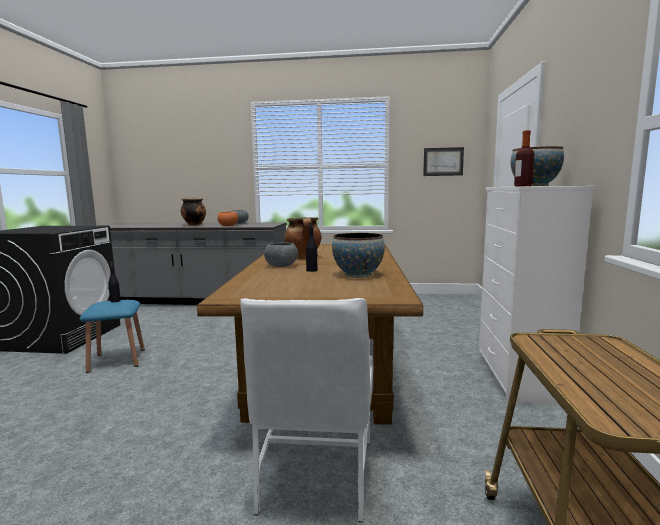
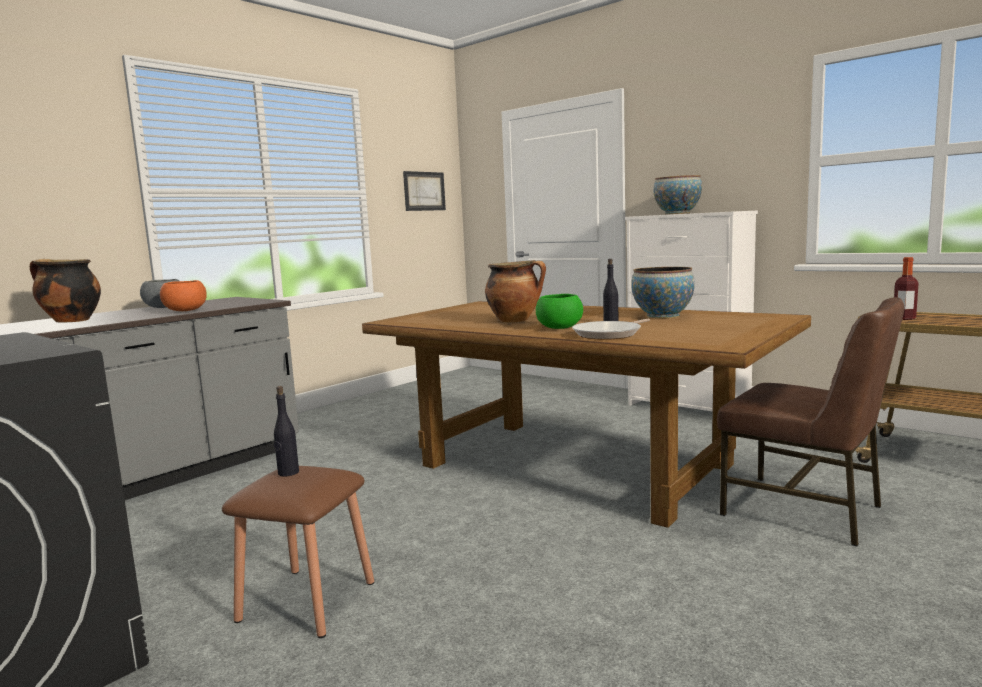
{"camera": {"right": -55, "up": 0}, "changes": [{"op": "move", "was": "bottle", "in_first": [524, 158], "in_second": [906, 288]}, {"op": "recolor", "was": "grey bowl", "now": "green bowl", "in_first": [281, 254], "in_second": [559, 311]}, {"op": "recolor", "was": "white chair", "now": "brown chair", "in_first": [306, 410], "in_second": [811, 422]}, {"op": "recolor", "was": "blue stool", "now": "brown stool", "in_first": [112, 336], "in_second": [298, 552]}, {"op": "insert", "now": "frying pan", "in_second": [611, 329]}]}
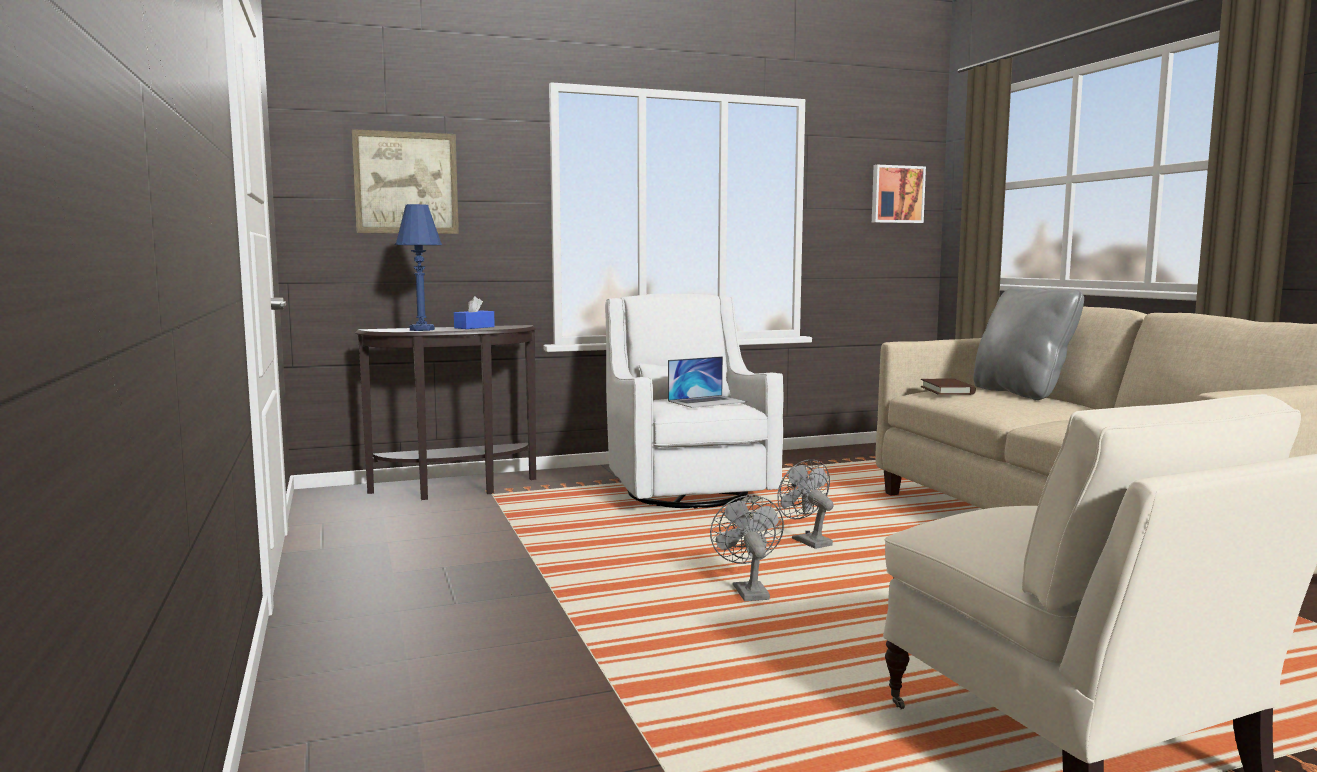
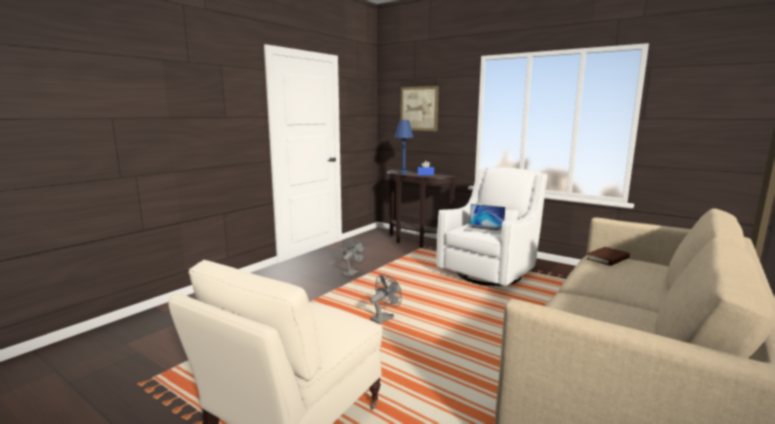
{"camera": {"right": 55, "up": 5}, "changes": [{"op": "delete", "was": "picture", "in_first": [899, 194]}, {"op": "delete", "was": "grey pillow", "in_first": [1028, 343]}, {"op": "move", "was": "grey fan", "in_first": [805, 504], "in_second": [354, 257]}]}
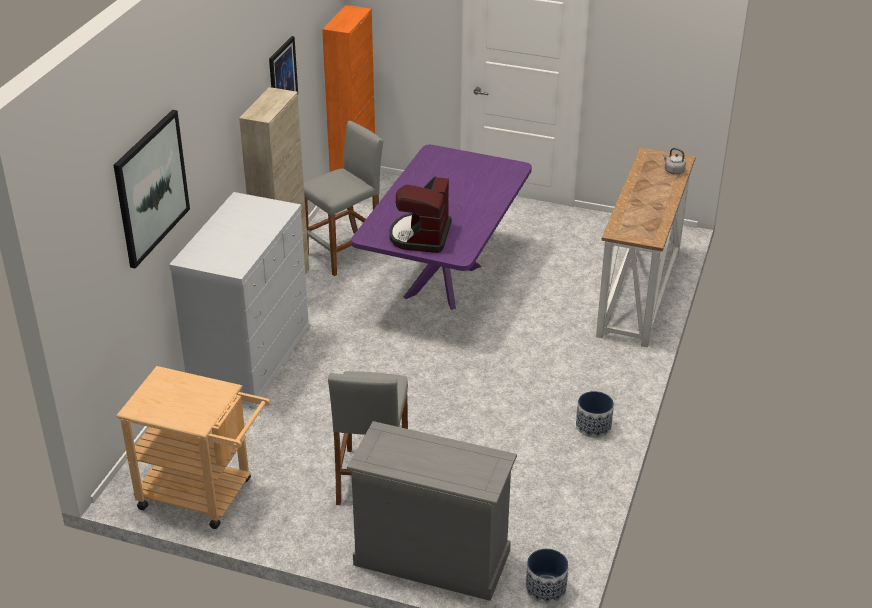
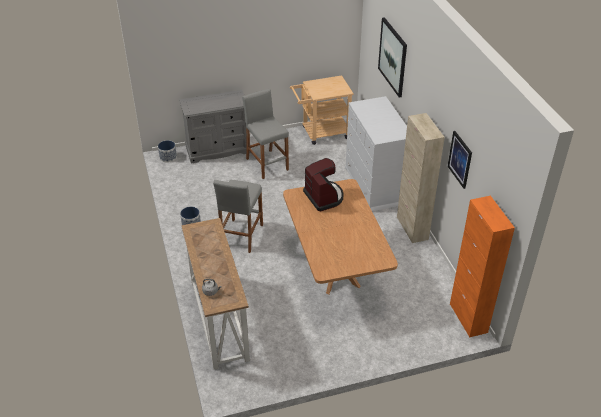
{"camera": {"right": 145, "up": 5}, "changes": [{"op": "move", "was": "grey stool", "in_first": [343, 198], "in_second": [238, 216]}, {"op": "recolor", "was": "purple dining table", "now": "brown dining table", "in_first": [441, 227], "in_second": [340, 236]}]}
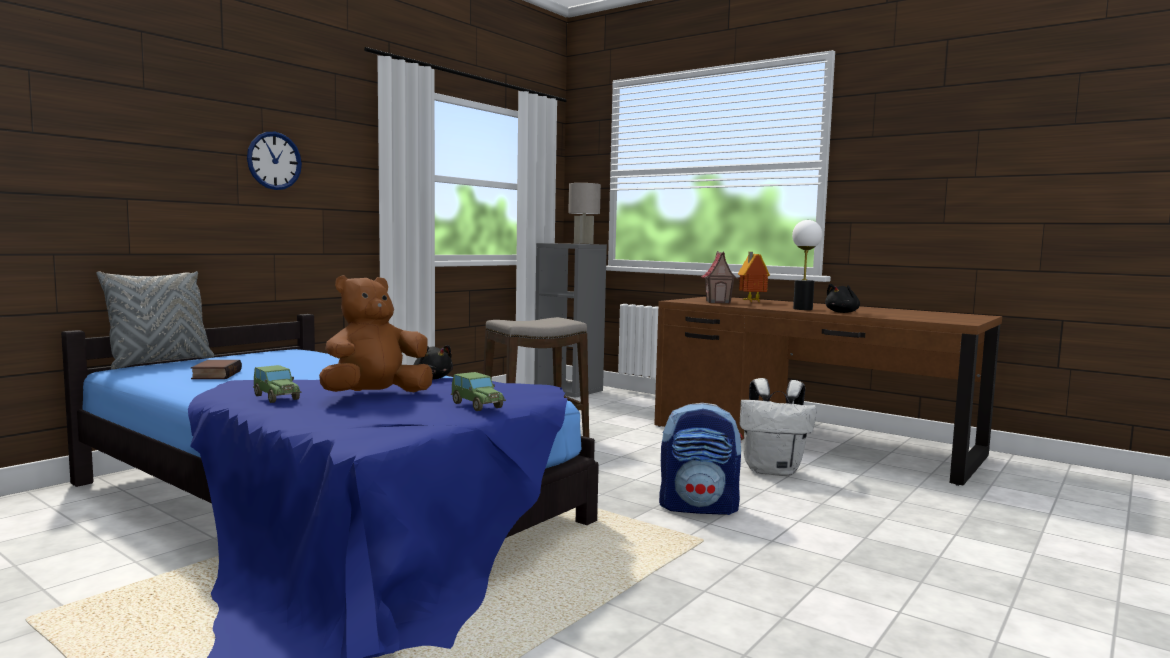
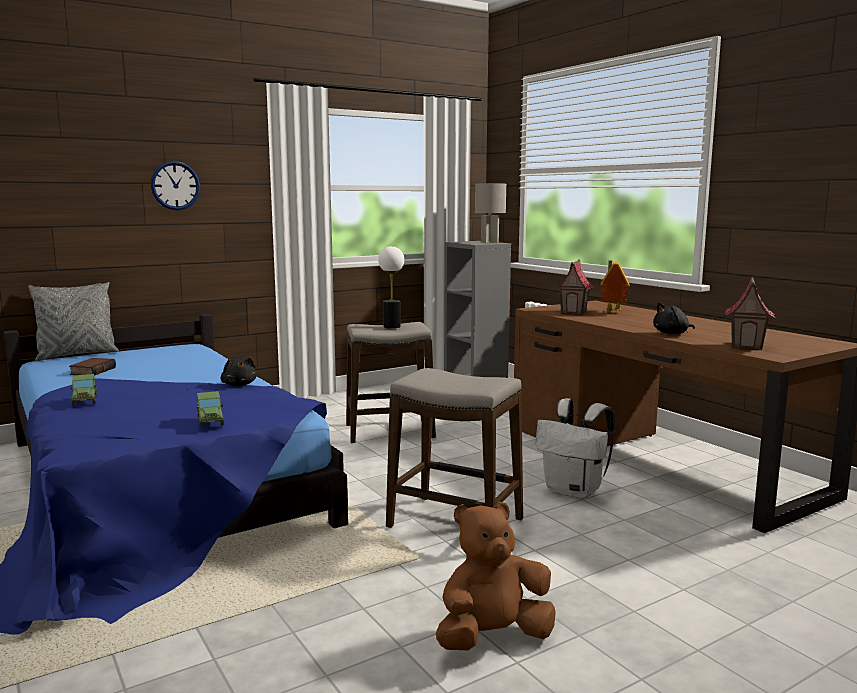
{"camera": {"right": 20, "up": 5}, "changes": [{"op": "move", "was": "table lamp", "in_first": [807, 265], "in_second": [391, 287]}, {"op": "move", "was": "brown plush toy", "in_first": [376, 333], "in_second": [496, 575]}, {"op": "replace", "was": "backpack", "now": "stool", "in_first": [701, 459], "in_second": [454, 448]}, {"op": "insert", "now": "toy house", "in_second": [749, 313]}]}
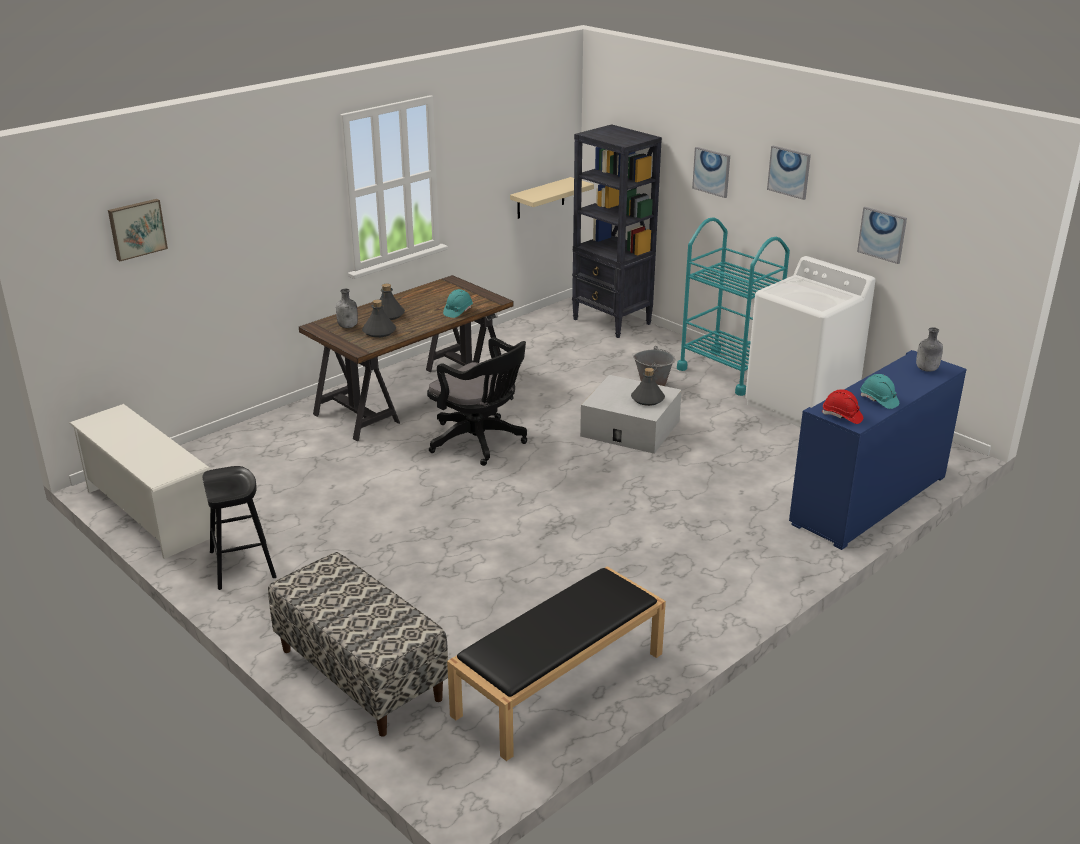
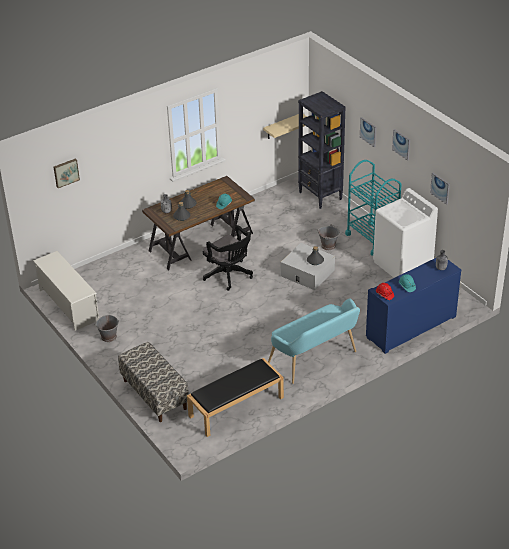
{"camera": {"right": 10, "up": 10}, "changes": [{"op": "replace", "was": "black stool", "now": "grey bucket", "in_first": [240, 528], "in_second": [107, 328]}, {"op": "insert", "now": "turquoise bench", "in_second": [314, 341]}]}
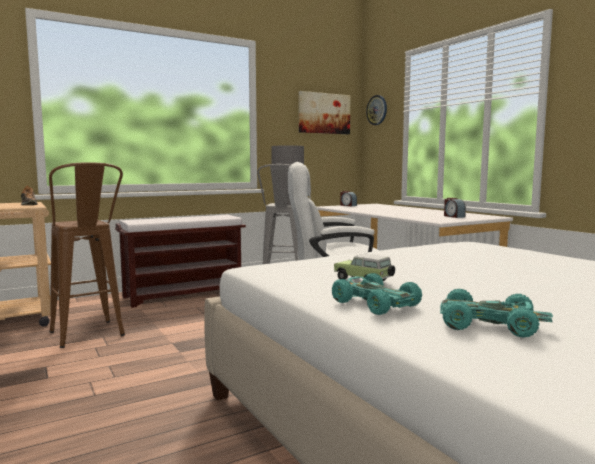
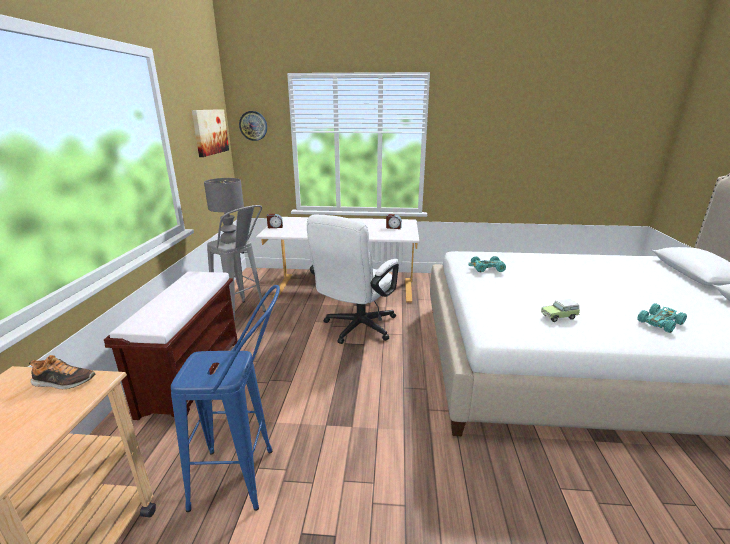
{"camera": {"right": -55, "up": 15}, "changes": [{"op": "recolor", "was": "brown stool", "now": "blue stool", "in_first": [87, 255], "in_second": [225, 398]}, {"op": "move", "was": "turquoise toy car", "in_first": [377, 294], "in_second": [487, 264]}]}
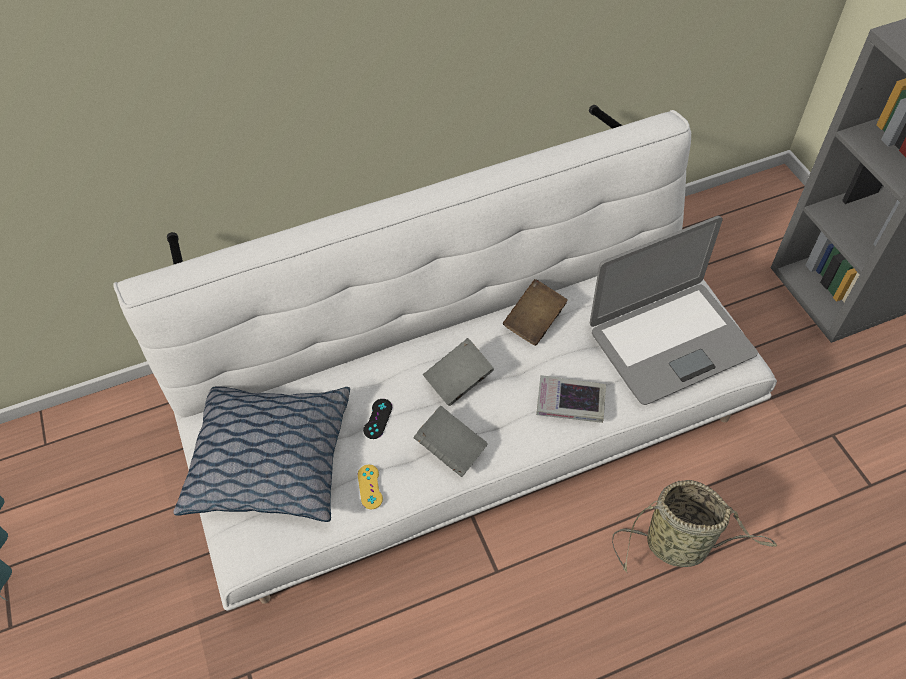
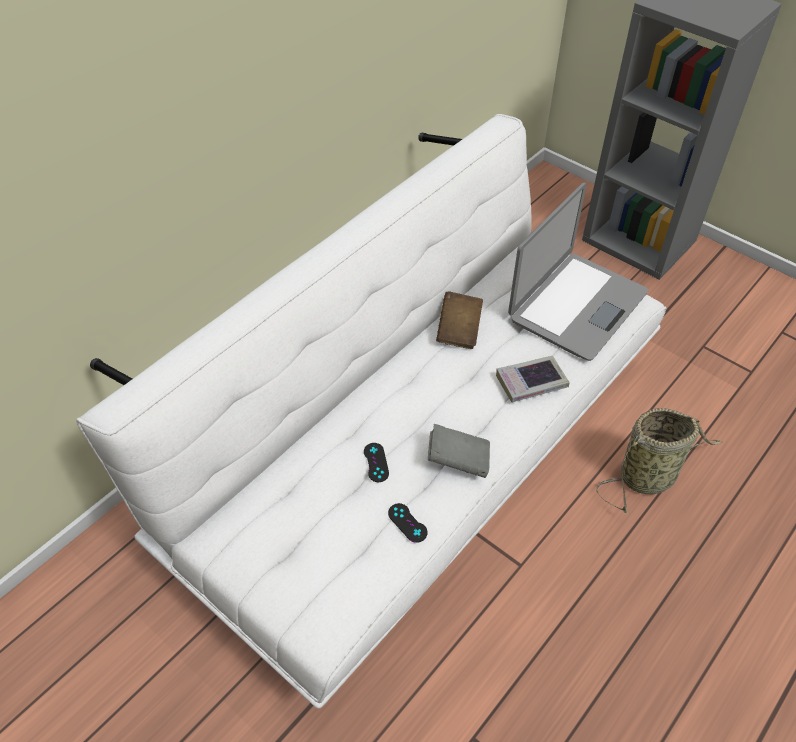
{"camera": {"right": -30, "up": -5}, "changes": [{"op": "delete", "was": "grey book", "in_first": [458, 372]}, {"op": "delete", "was": "pillow", "in_first": [261, 454]}, {"op": "recolor", "was": "yellow game controller", "now": "black game controller", "in_first": [370, 487], "in_second": [407, 523]}]}
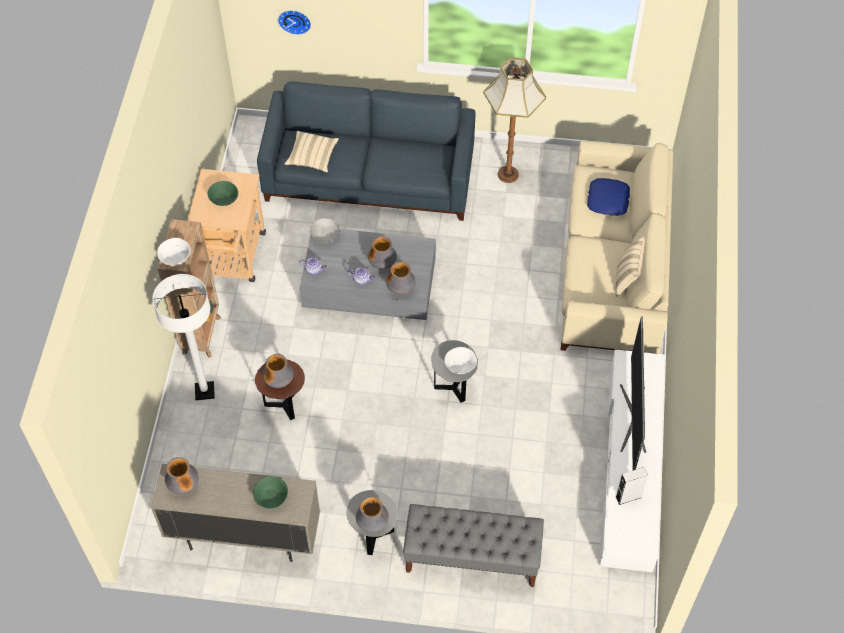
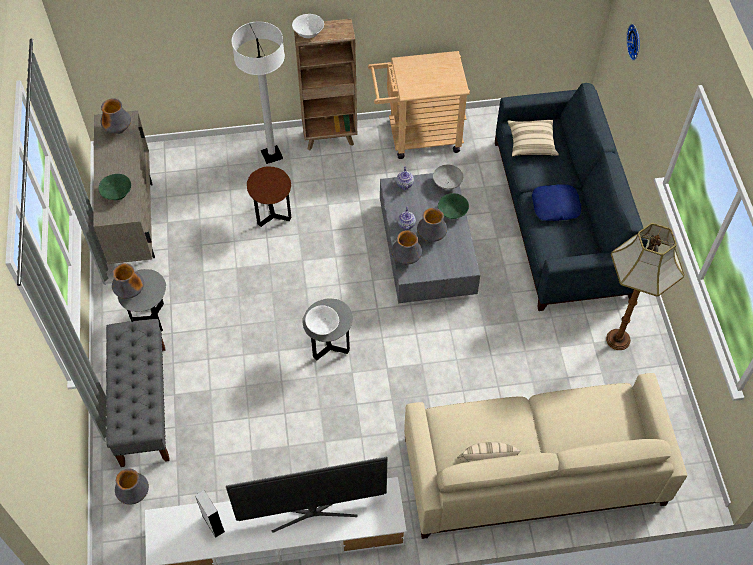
{"camera": {"right": 75, "up": 0}, "changes": [{"op": "move", "was": "blue pillow", "in_first": [608, 197], "in_second": [556, 202]}, {"op": "move", "was": "green bowl", "in_first": [222, 193], "in_second": [453, 206]}, {"op": "move", "was": "vase", "in_first": [278, 371], "in_second": [132, 486]}]}
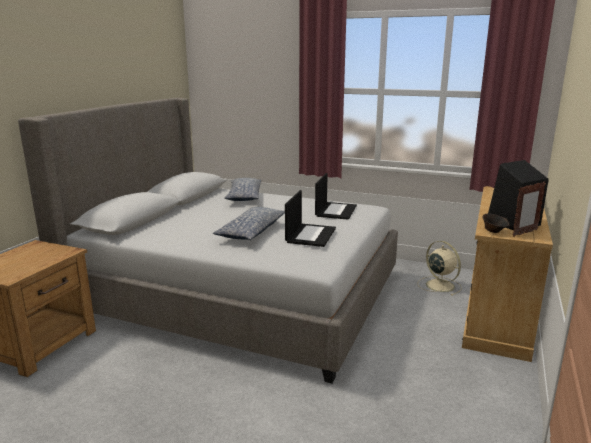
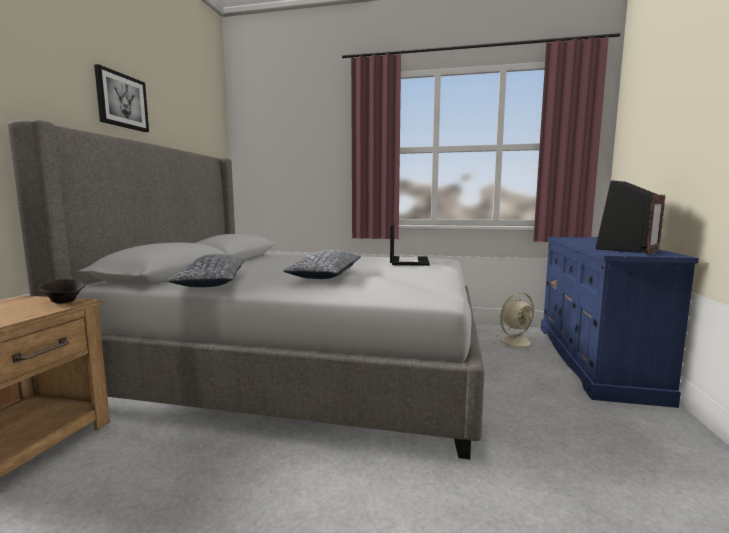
{"camera": {"right": -10, "up": -10}, "changes": [{"op": "move", "was": "pillow", "in_first": [242, 189], "in_second": [205, 270]}, {"op": "recolor", "was": "beige dresser", "now": "blue dresser", "in_first": [507, 274], "in_second": [620, 322]}, {"op": "delete", "was": "laptop", "in_first": [310, 218]}, {"op": "move", "was": "brown bowl", "in_first": [495, 223], "in_second": [62, 291]}, {"op": "rotate", "was": "beige fan", "in_first": [439, 268], "in_second": [516, 320], "clockwise": 105}, {"op": "insert", "now": "picture", "in_second": [121, 98]}]}
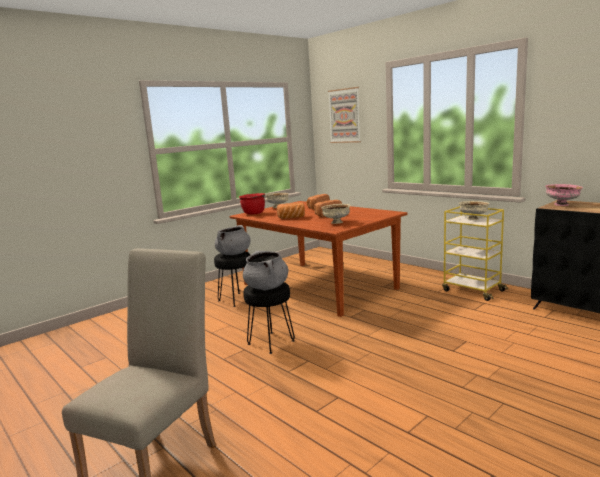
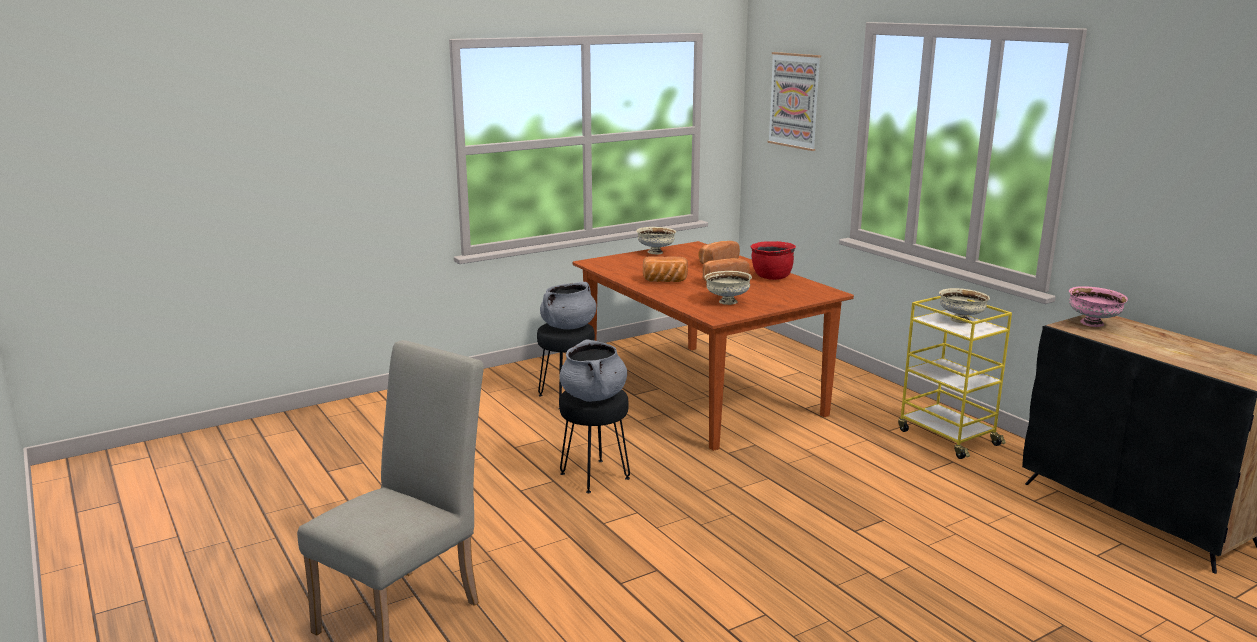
{"camera": {"right": 10, "up": 5}, "changes": [{"op": "move", "was": "red cooking pot", "in_first": [252, 203], "in_second": [773, 260]}]}
